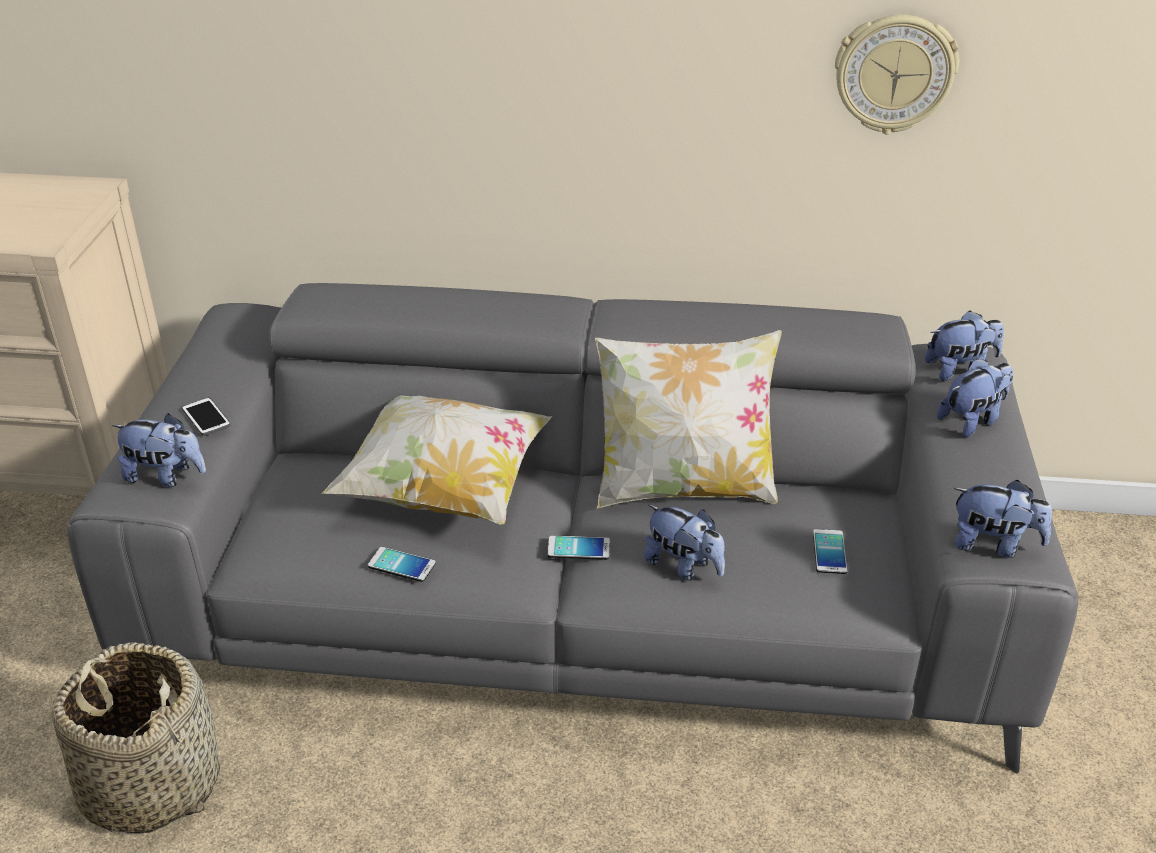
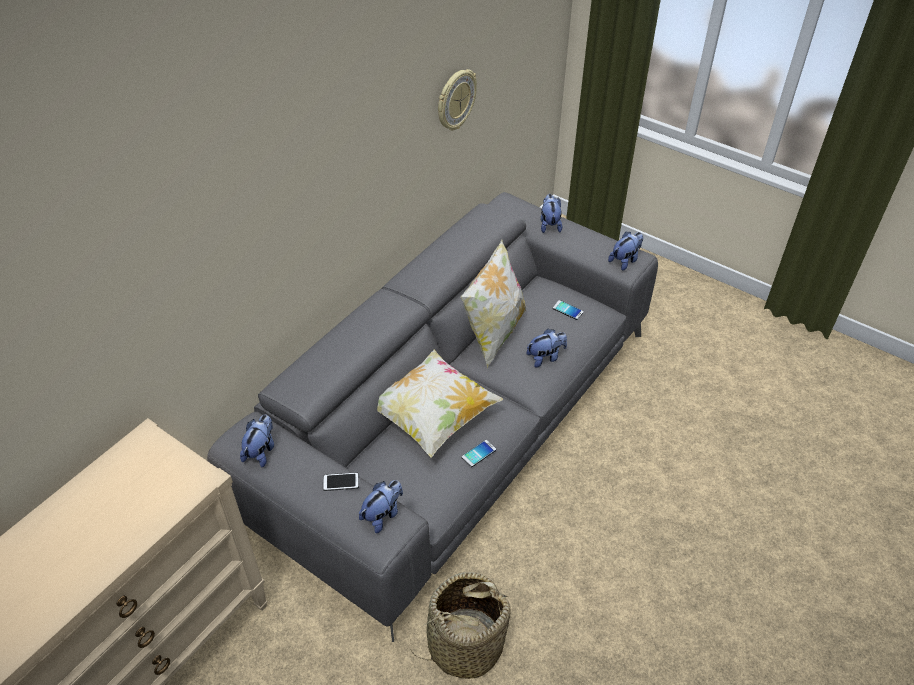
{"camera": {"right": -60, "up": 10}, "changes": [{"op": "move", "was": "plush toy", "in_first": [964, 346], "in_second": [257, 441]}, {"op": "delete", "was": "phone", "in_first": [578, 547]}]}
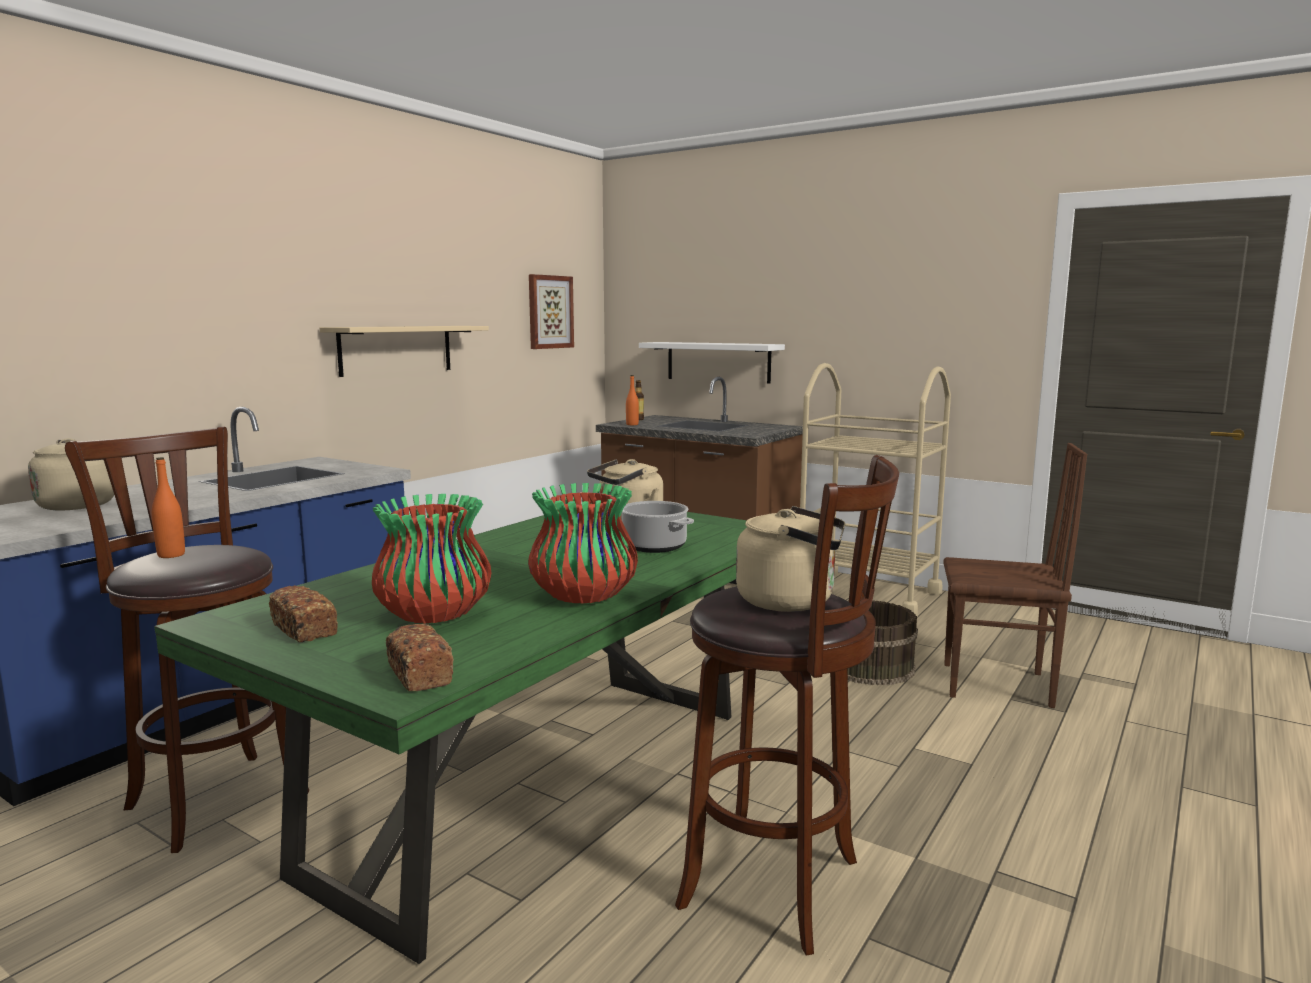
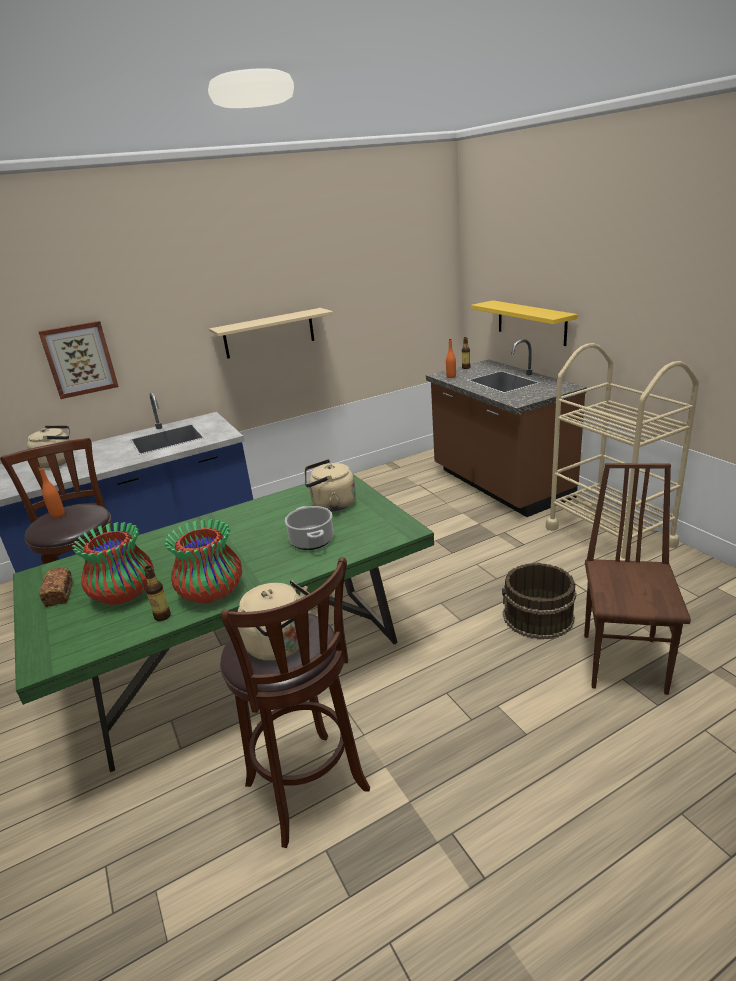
{"camera": {"right": 30, "up": 15}, "changes": [{"op": "move", "was": "picture", "in_first": [551, 311], "in_second": [78, 360]}, {"op": "recolor", "was": "white shelf", "now": "yellow shelf", "in_first": [712, 363], "in_second": [524, 323]}, {"op": "rotate", "was": "brown chair", "in_first": [1015, 575], "in_second": [637, 579], "clockwise": -120}, {"op": "delete", "was": "bread", "in_first": [419, 657]}, {"op": "insert", "now": "bottle", "in_second": [157, 593]}]}
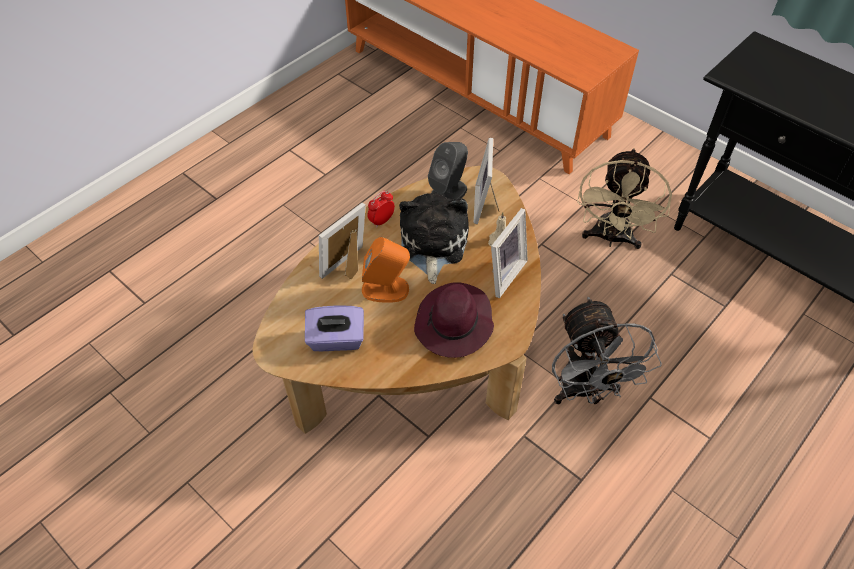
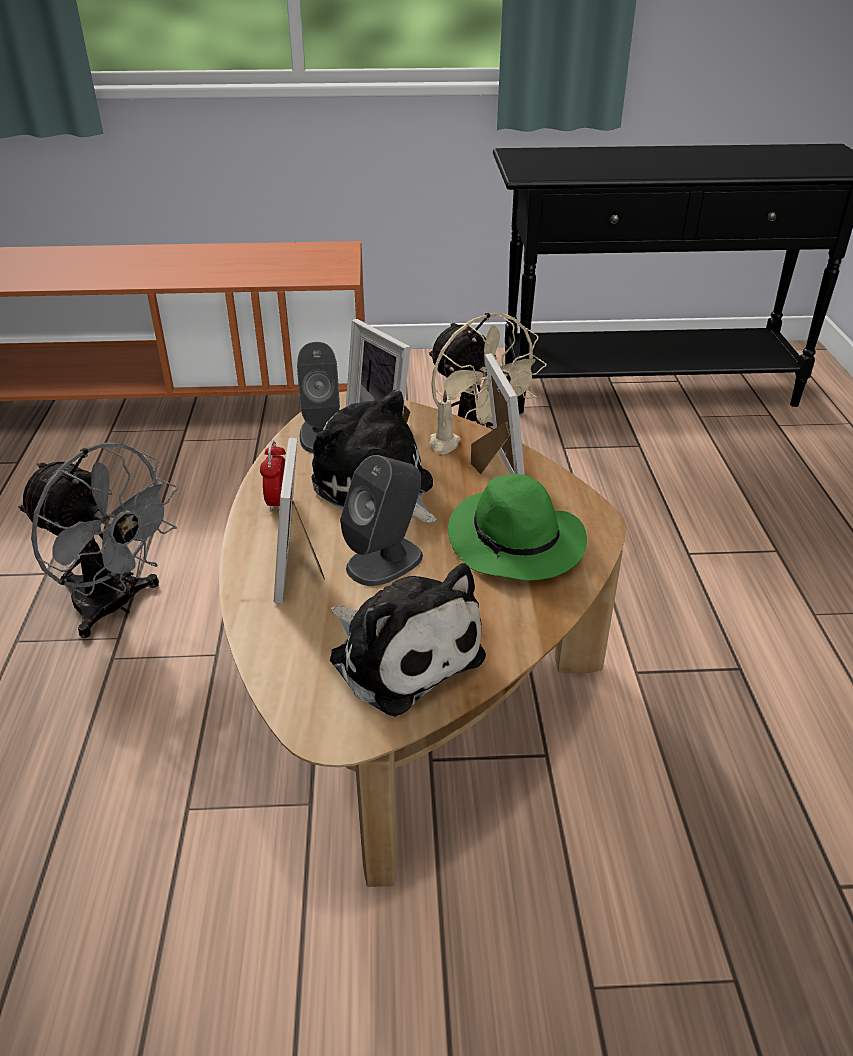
{"camera": {"right": -45, "up": -15}, "changes": [{"op": "recolor", "was": "orange speaker", "now": "grey speaker", "in_first": [386, 270], "in_second": [381, 520]}, {"op": "recolor", "was": "purple hat", "now": "green hat", "in_first": [454, 320], "in_second": [517, 527]}, {"op": "move", "was": "grey fan", "in_first": [607, 350], "in_second": [98, 540]}, {"op": "replace", "was": "purple tissue box", "now": "plush toy", "in_first": [334, 328], "in_second": [408, 640]}]}
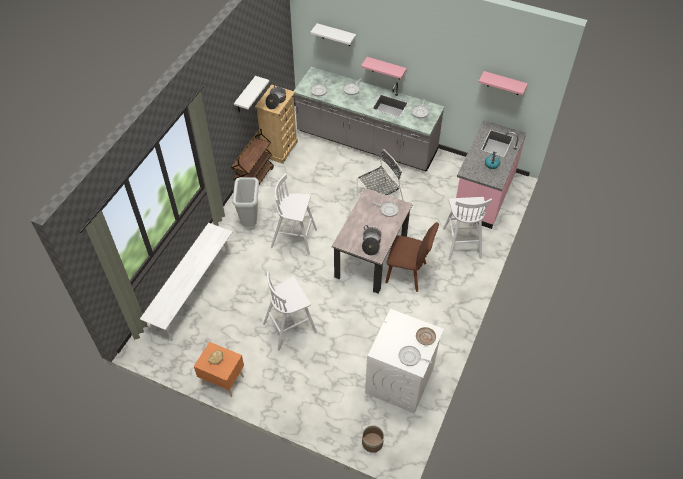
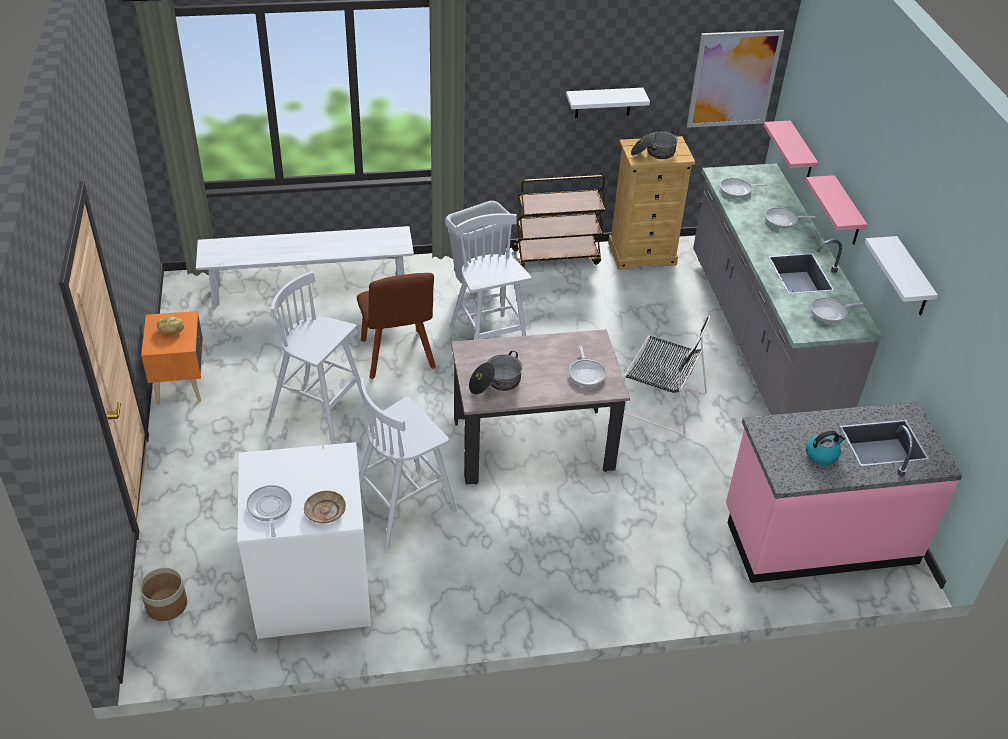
{"camera": {"right": 55, "up": -10}, "changes": [{"op": "move", "was": "white shelf", "in_first": [333, 34], "in_second": [901, 275]}, {"op": "move", "was": "pink shelf", "in_first": [503, 83], "in_second": [791, 149]}, {"op": "move", "was": "white stool", "in_first": [467, 228], "in_second": [408, 463]}, {"op": "move", "was": "brown chair", "in_first": [412, 257], "in_second": [396, 326]}, {"op": "insert", "now": "picture", "in_second": [735, 79]}]}
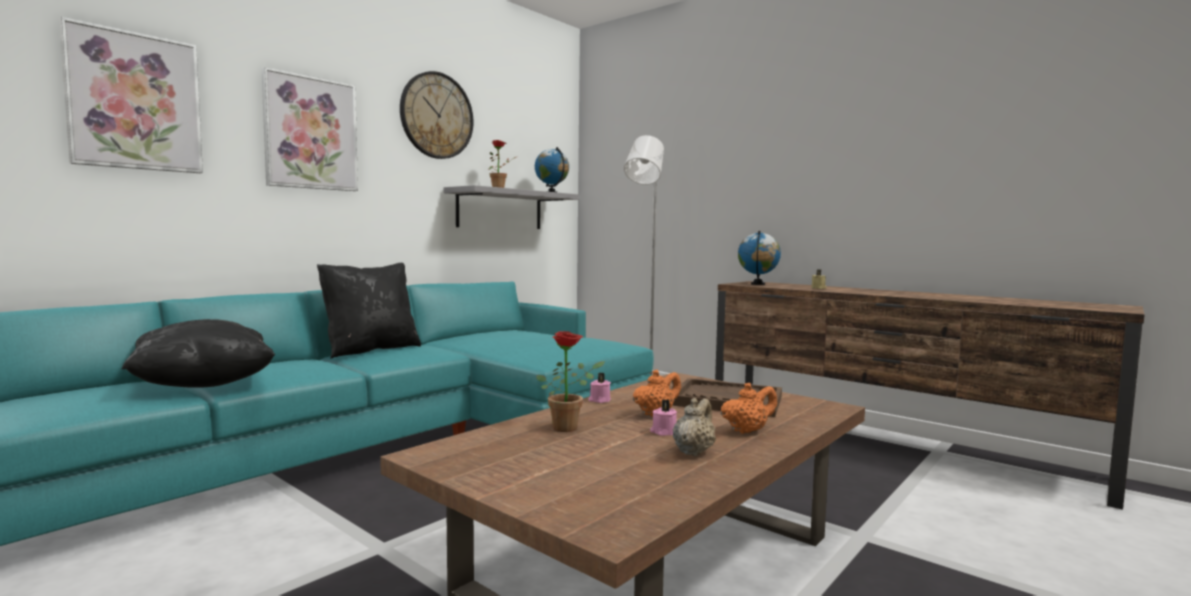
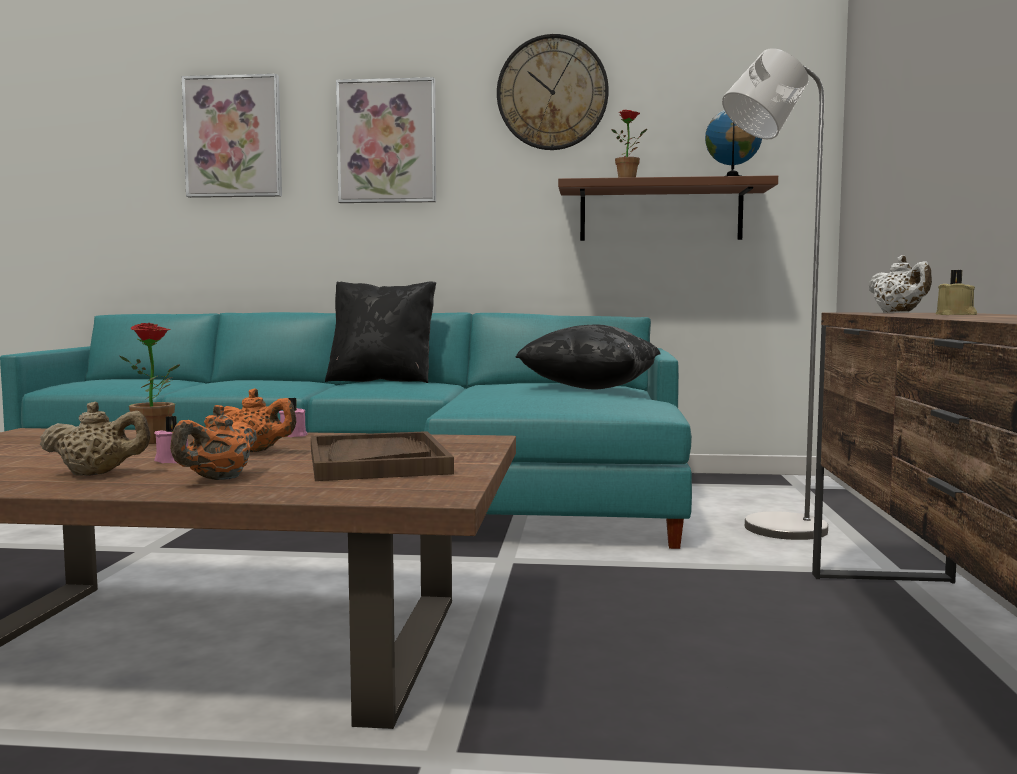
{"camera": {"right": 55, "up": 0}, "changes": [{"op": "recolor", "was": "grey shelf", "now": "brown shelf", "in_first": [511, 207], "in_second": [668, 208]}, {"op": "replace", "was": "globe", "now": "white teapot", "in_first": [759, 258], "in_second": [900, 284]}, {"op": "move", "was": "black pillow", "in_first": [198, 353], "in_second": [588, 357]}, {"op": "rotate", "was": "orange teapot", "in_first": [748, 408], "in_second": [213, 442], "clockwise": 90}]}
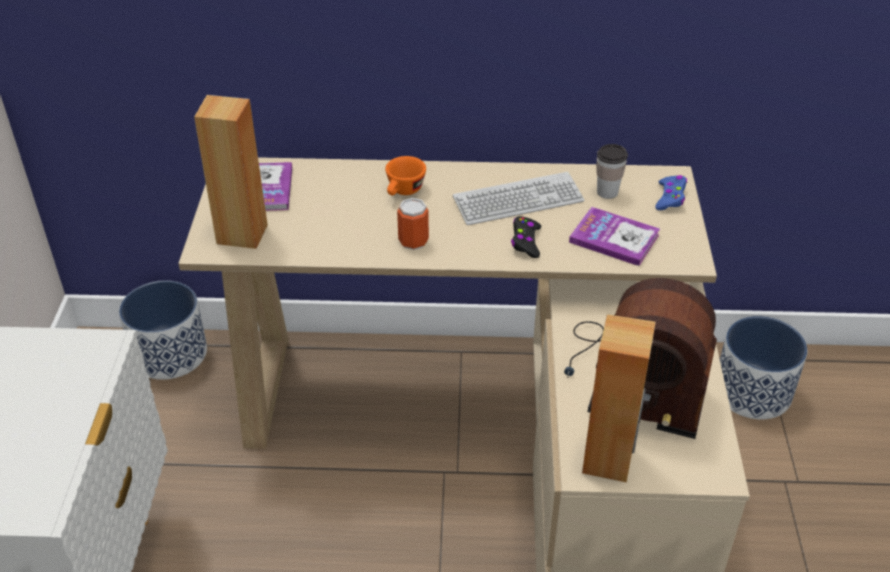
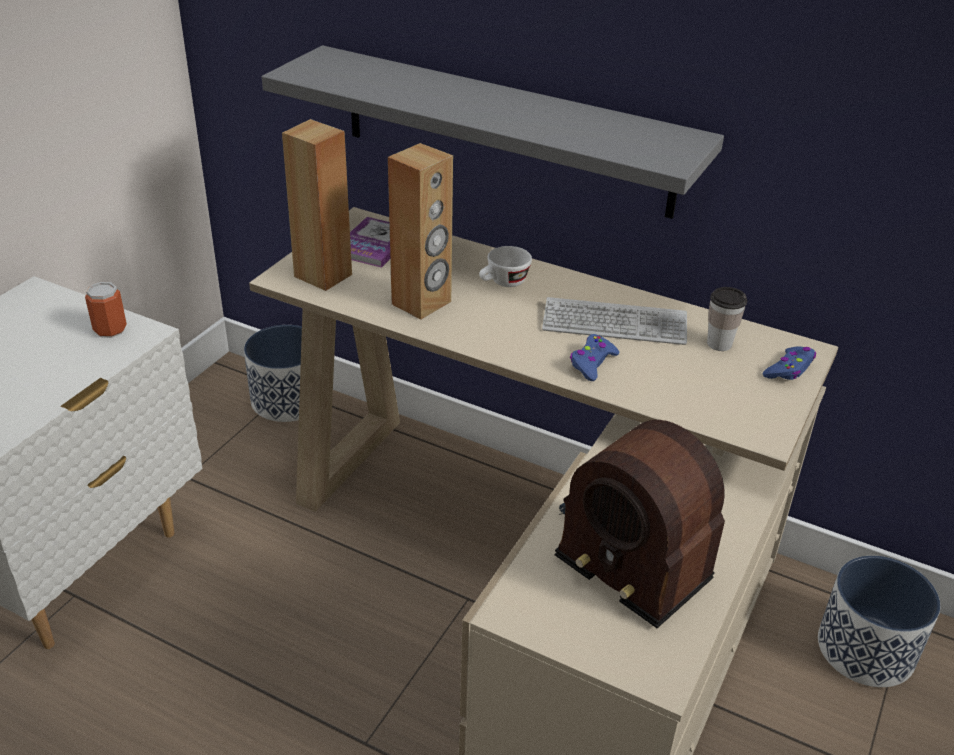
{"camera": {"right": 25, "up": -5}, "changes": [{"op": "recolor", "was": "orange cup", "now": "white cup", "in_first": [405, 175], "in_second": [505, 266]}, {"op": "move", "was": "can", "in_first": [413, 224], "in_second": [106, 310]}, {"op": "delete", "was": "book", "in_first": [614, 236]}, {"op": "recolor", "was": "black game controller", "now": "blue game controller", "in_first": [526, 237], "in_second": [595, 357]}, {"op": "move", "was": "brown speaker", "in_first": [619, 398], "in_second": [420, 231]}, {"op": "insert", "now": "grey shelf", "in_second": [493, 132]}]}
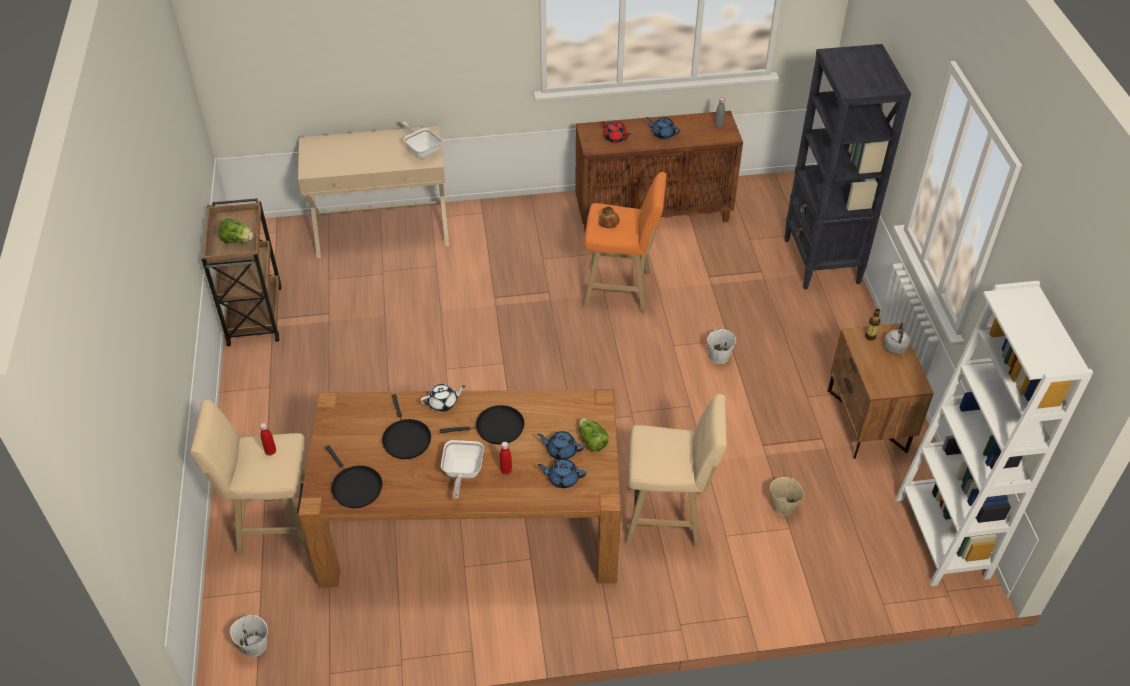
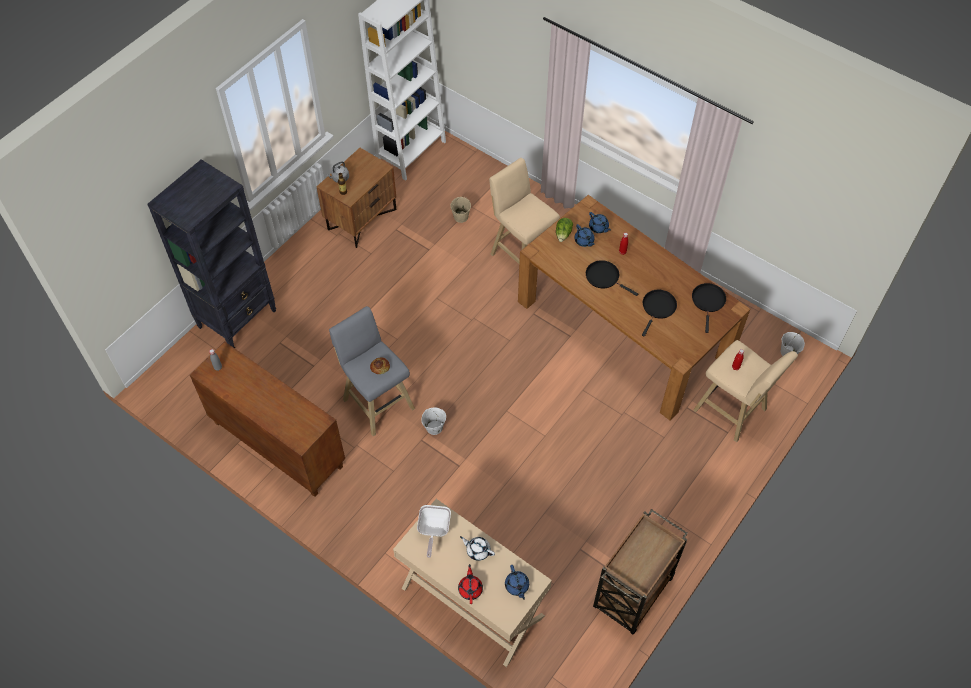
{"camera": {"right": -135, "up": 10}, "changes": [{"op": "move", "was": "blue teapot", "in_first": [663, 128], "in_second": [517, 582]}, {"op": "move", "was": "red teapot", "in_first": [616, 132], "in_second": [470, 584]}, {"op": "recolor", "was": "orange stool", "now": "grey stool", "in_first": [625, 242], "in_second": [372, 371]}, {"op": "delete", "was": "lettuce", "in_first": [236, 230]}, {"op": "move", "was": "white bucket", "in_first": [721, 346], "in_second": [433, 421]}, {"op": "move", "was": "white teapot", "in_first": [442, 398], "in_second": [477, 548]}, {"op": "delete", "was": "frying pan", "in_first": [462, 469]}]}
